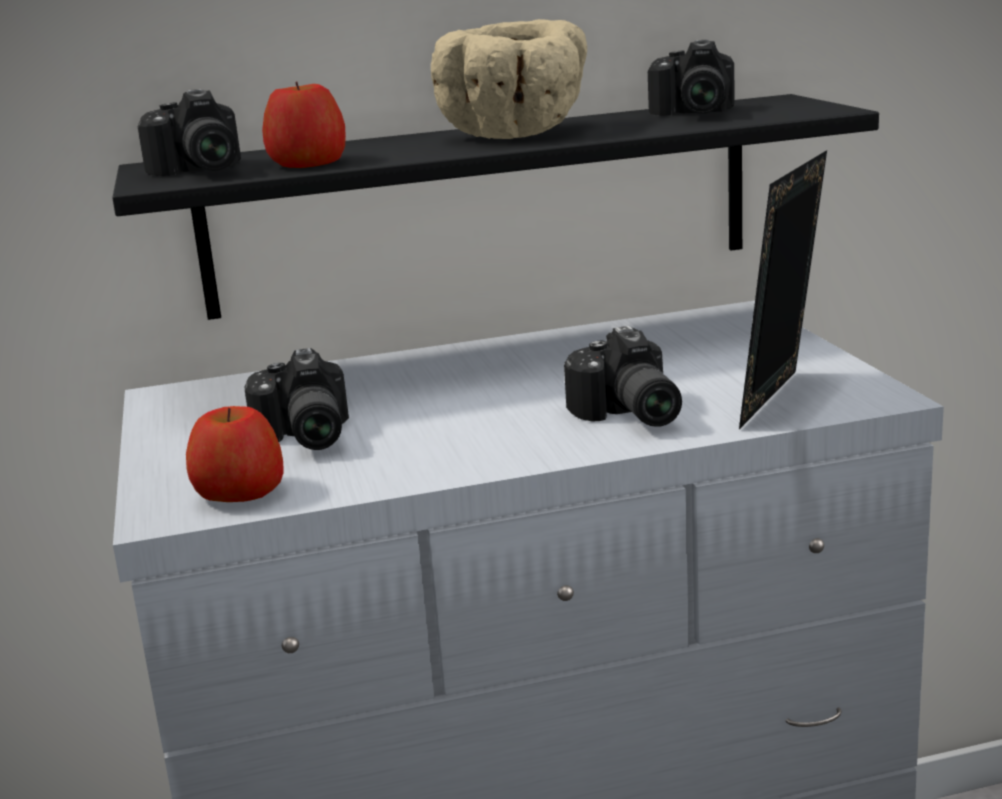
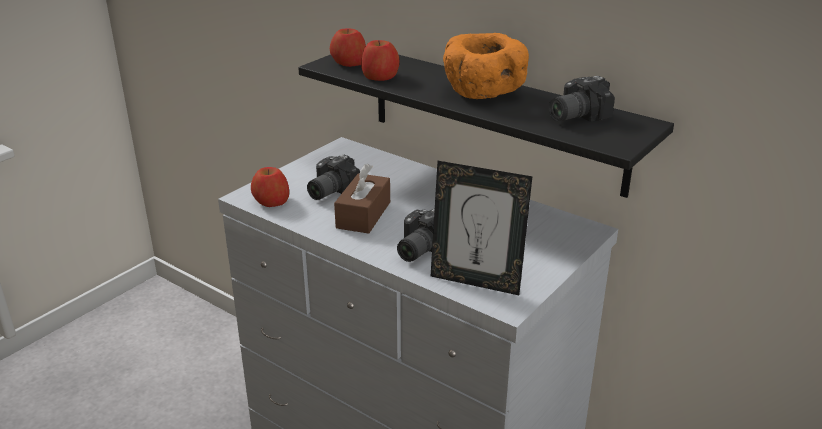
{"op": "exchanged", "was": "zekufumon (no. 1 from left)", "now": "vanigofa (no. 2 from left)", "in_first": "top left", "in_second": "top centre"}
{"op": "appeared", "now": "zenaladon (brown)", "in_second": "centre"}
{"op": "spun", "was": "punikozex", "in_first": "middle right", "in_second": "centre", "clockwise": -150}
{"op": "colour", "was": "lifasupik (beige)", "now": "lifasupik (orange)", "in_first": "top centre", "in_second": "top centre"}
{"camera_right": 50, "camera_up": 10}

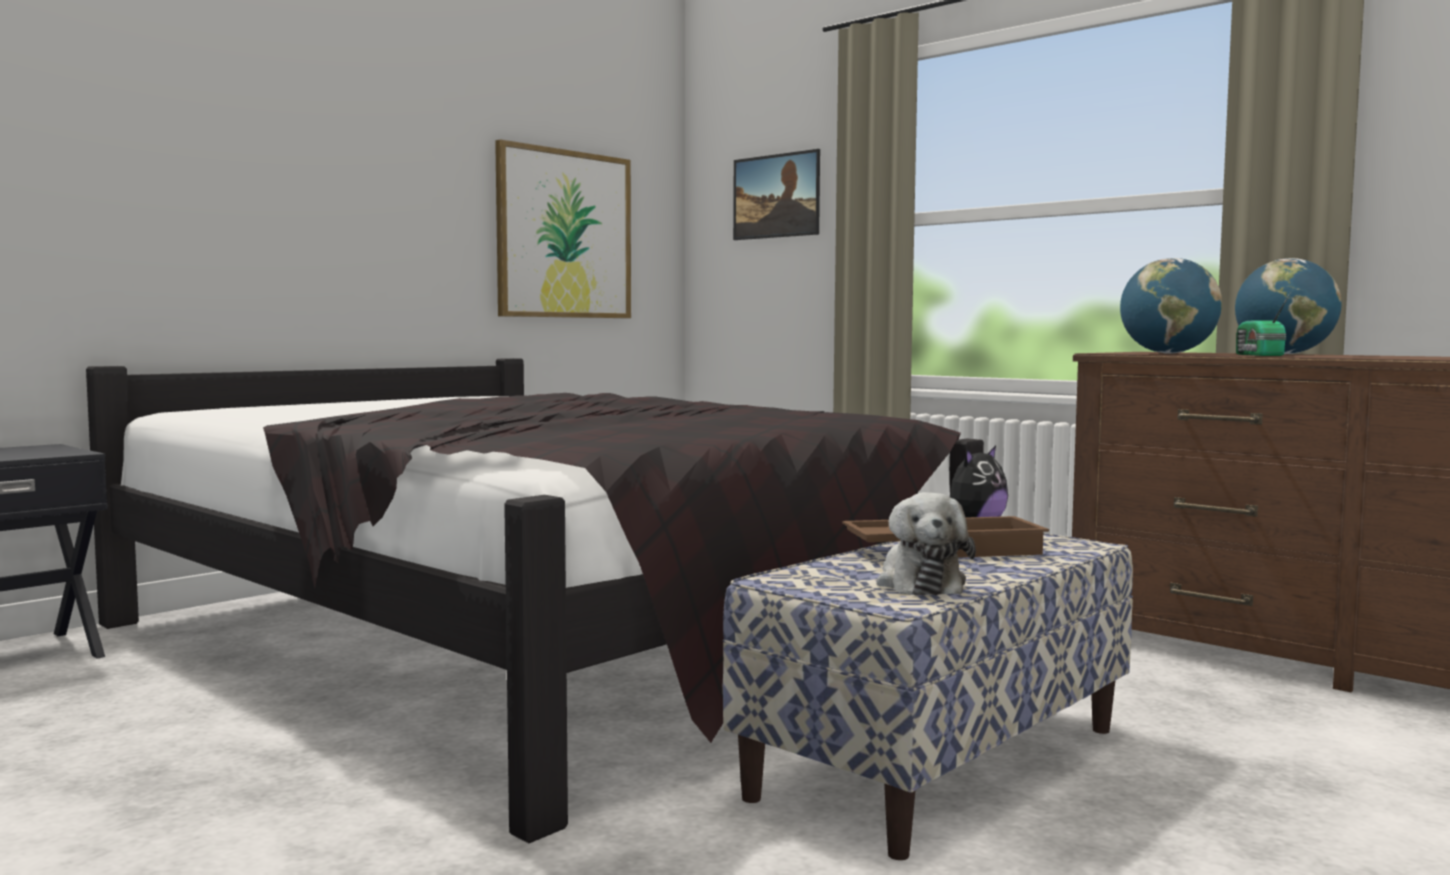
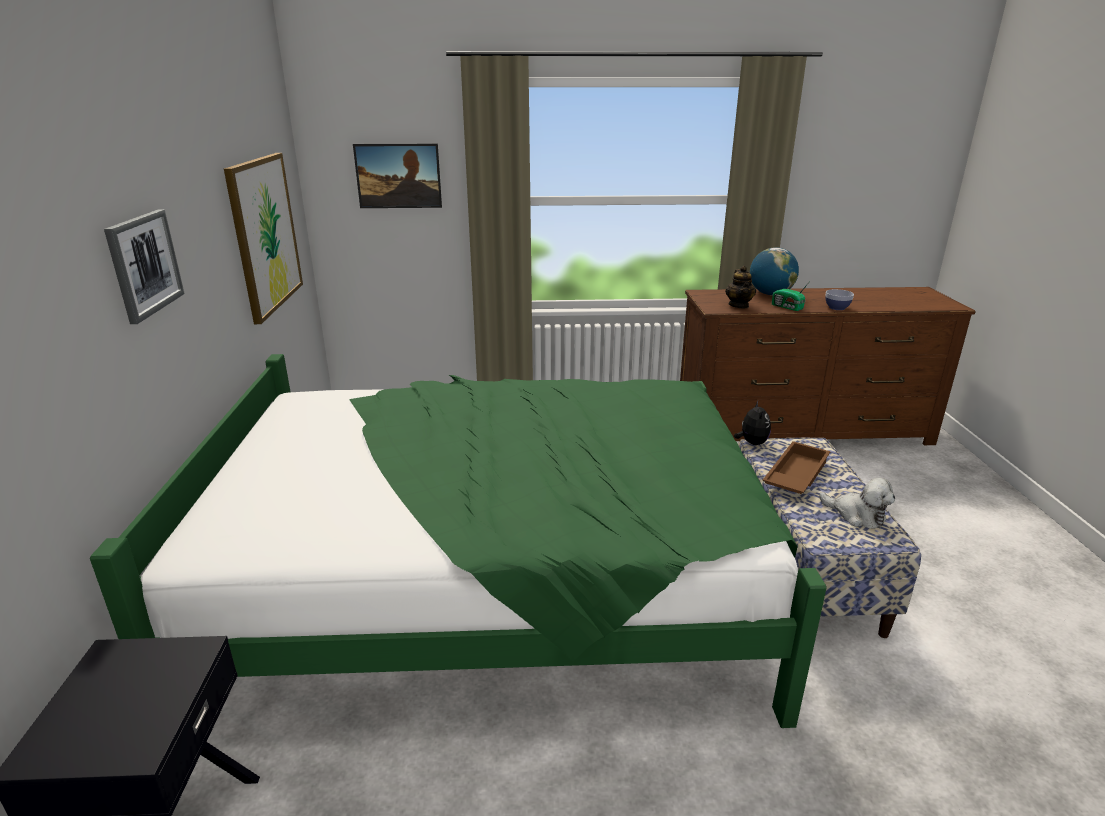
{"op": "colour", "was": "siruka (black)", "now": "siruka (green)", "in_first": "bottom centre", "in_second": "centre"}
{"op": "appeared", "now": "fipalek (no. 1 from left)", "in_second": "top left"}
{"op": "exchanged", "was": "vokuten (no. 1 from left)", "now": "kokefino", "in_first": "middle right", "in_second": "middle right"}
{"op": "appeared", "now": "lifasupik", "in_second": "middle right"}
{"camera_right": -45, "camera_up": 20}

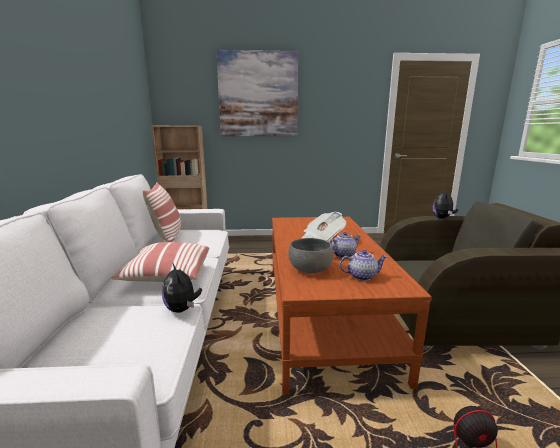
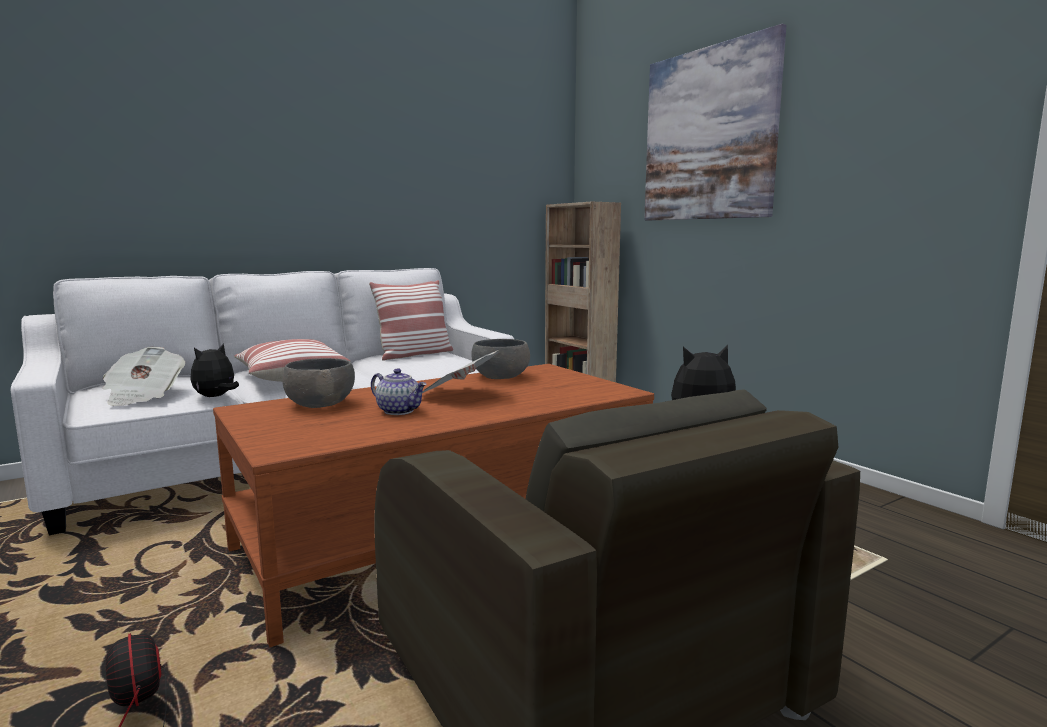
{"op": "appeared", "now": "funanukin (no. 1 from left)", "in_second": "middle left"}
{"op": "appeared", "now": "lifasupik (grey) (no. 2 from left)", "in_second": "centre"}
{"op": "missing", "was": "kokefino (no. 2 from left)", "in_first": "centre"}
{"camera_right": 60, "camera_up": -5}

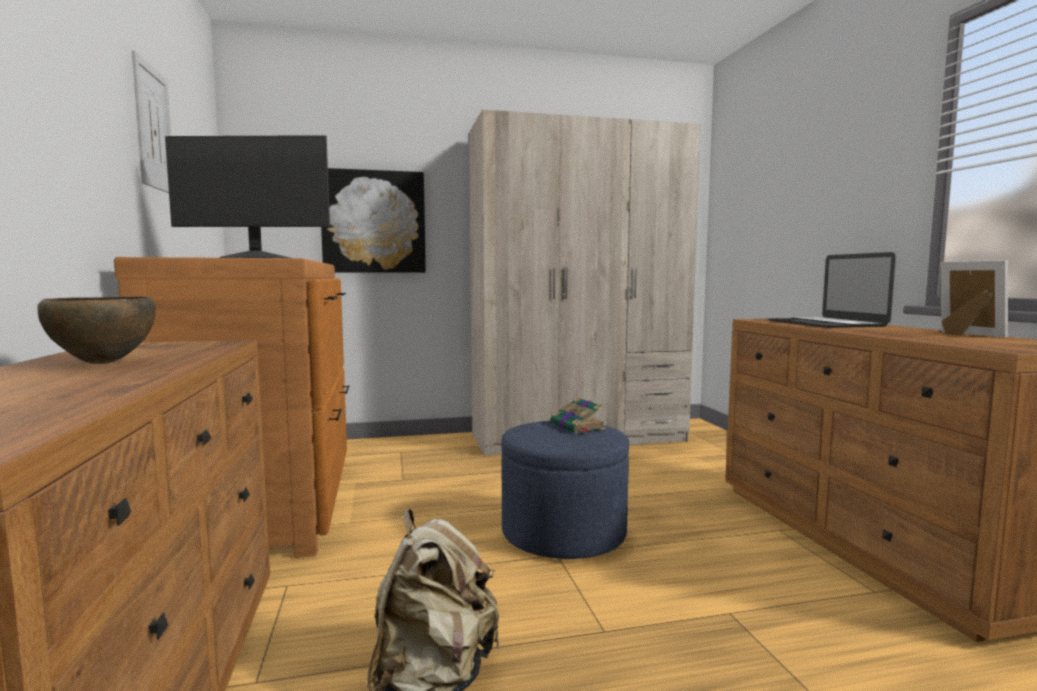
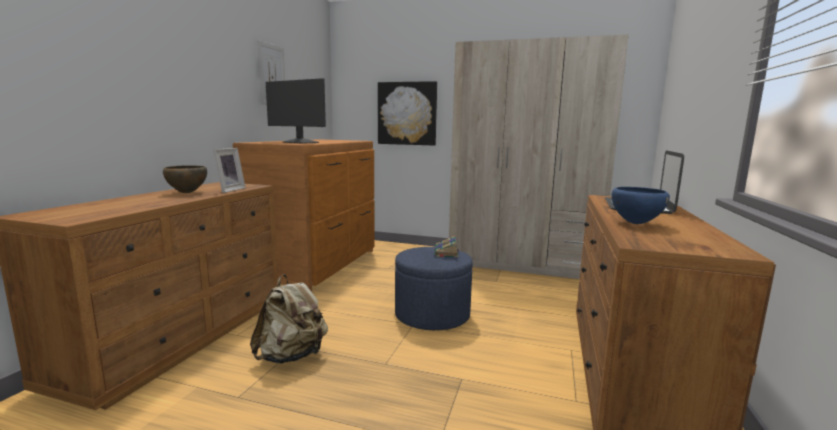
{"op": "relocated", "was": "punikozex", "in_first": "middle right", "in_second": "middle left"}
{"op": "appeared", "now": "lifasupik (blue)", "in_second": "middle right"}
{"camera_right": 30, "camera_up": 5}

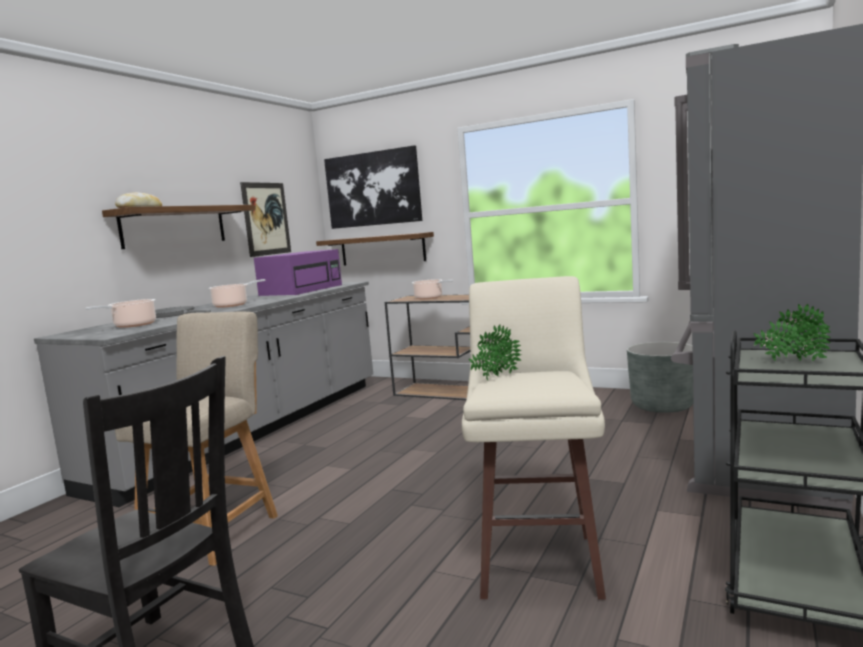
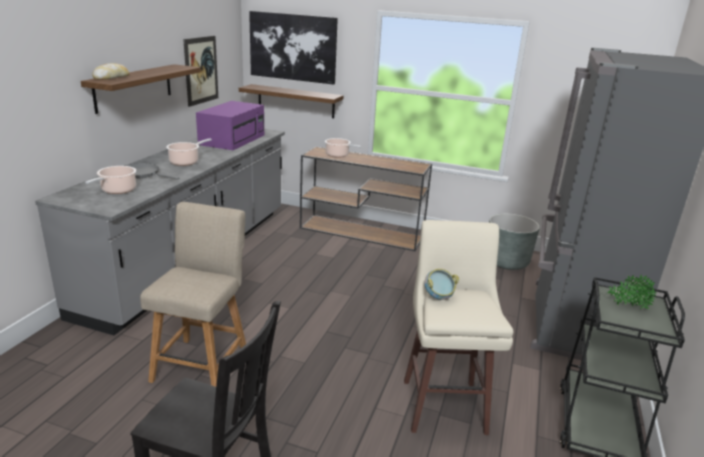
{"op": "exchanged", "was": "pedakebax (no. 1 from left)", "now": "lifasupik", "in_first": "centre", "in_second": "centre"}
{"camera_right": -10, "camera_up": 15}

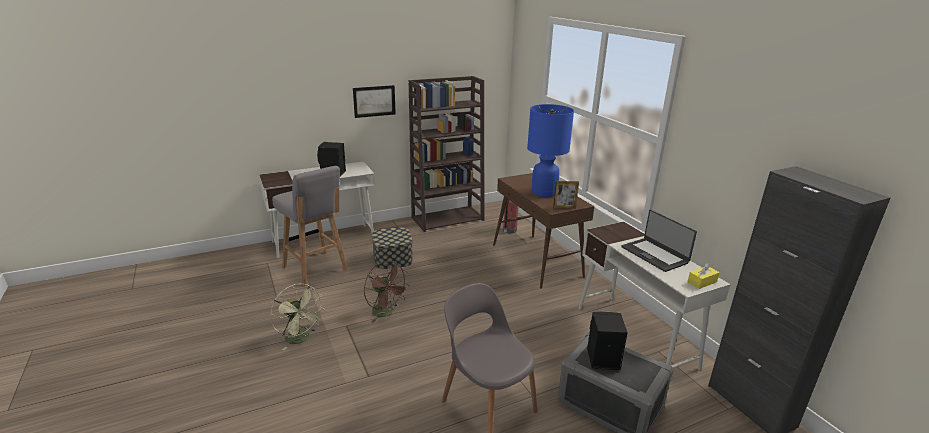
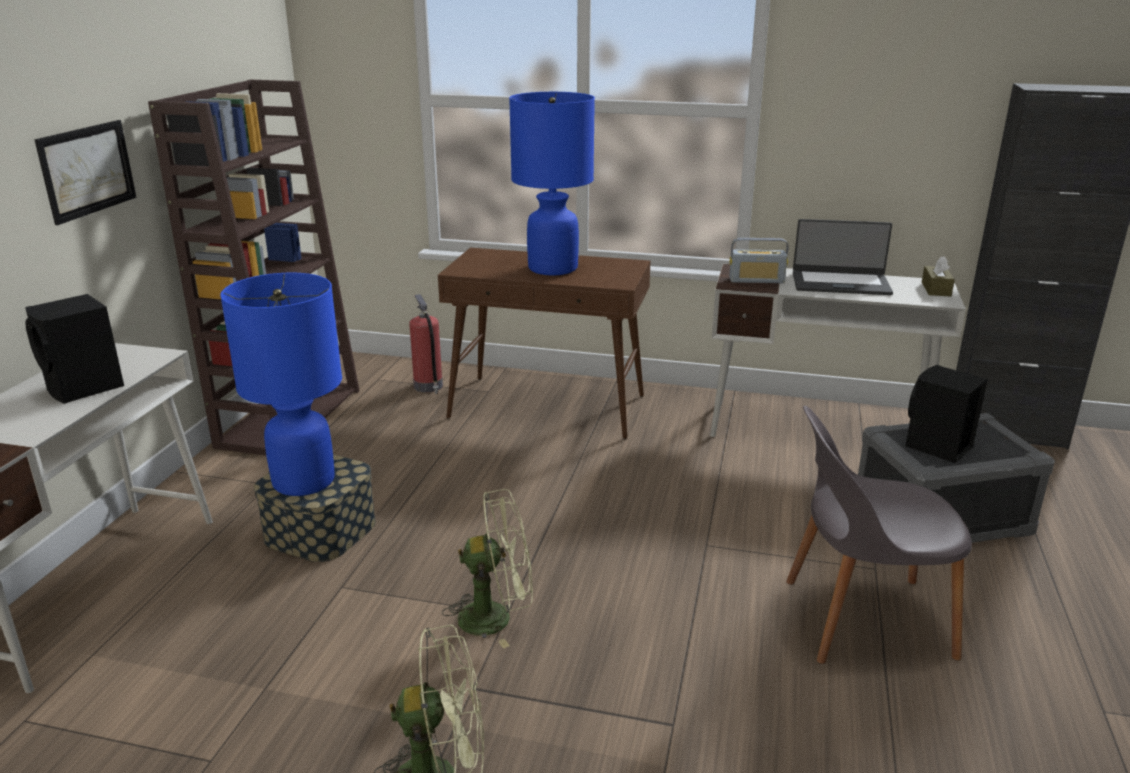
{"op": "appeared", "now": "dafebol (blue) (no. 1 from left)", "in_second": "middle left"}
{"op": "colour", "was": "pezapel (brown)", "now": "pezapel (green) (no. 2 from left)", "in_first": "bottom centre", "in_second": "bottom centre"}
{"op": "appeared", "now": "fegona", "in_second": "middle right"}
{"op": "colour", "was": "zenaladon (yellow)", "now": "zenaladon (brown)", "in_first": "middle right", "in_second": "middle right"}
{"op": "missing", "was": "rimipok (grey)", "in_first": "centre"}
{"op": "missing", "was": "punikozex", "in_first": "centre"}
{"camera_right": -50, "camera_up": 0}

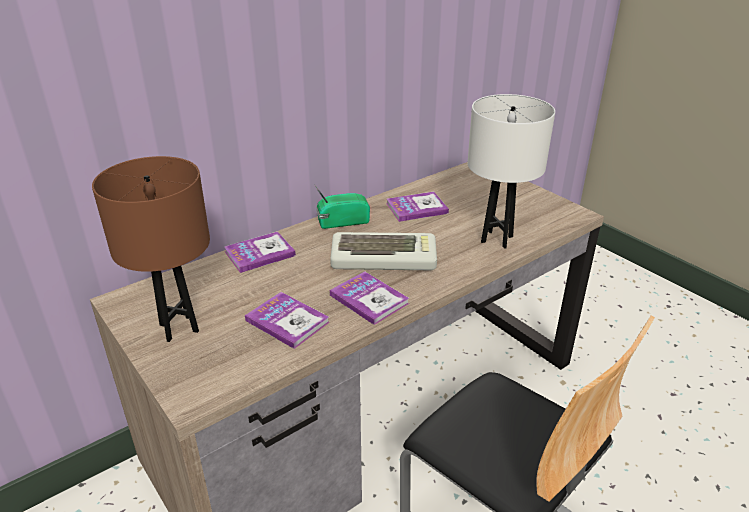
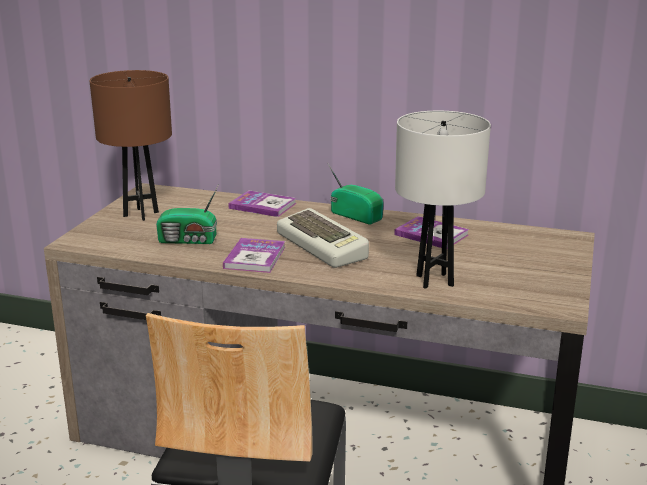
{"op": "exchanged", "was": "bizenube (no. 2 from left)", "now": "fegona (no. 1 from left)", "in_first": "centre", "in_second": "middle left"}
{"camera_right": 55, "camera_up": -10}

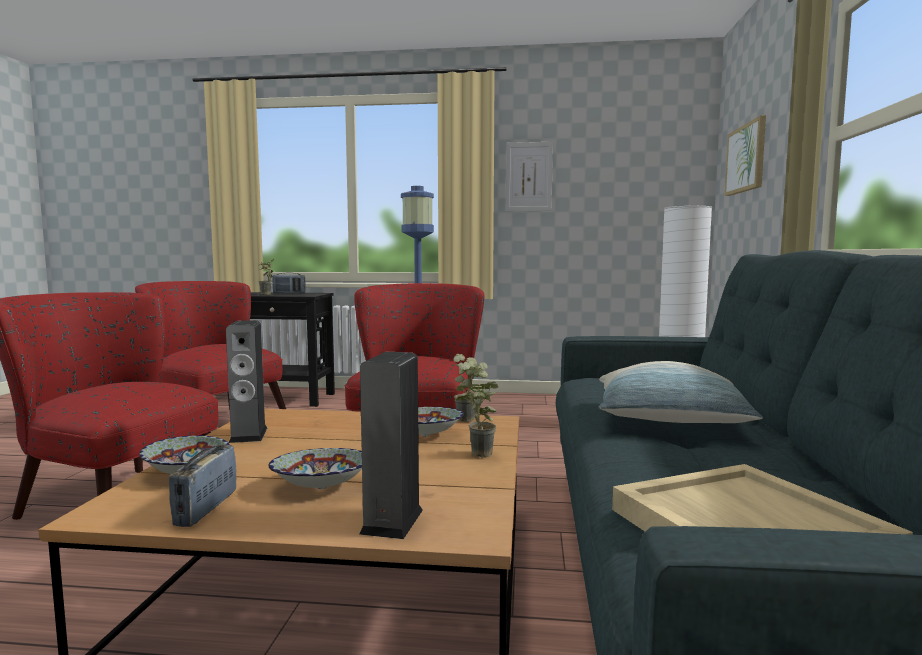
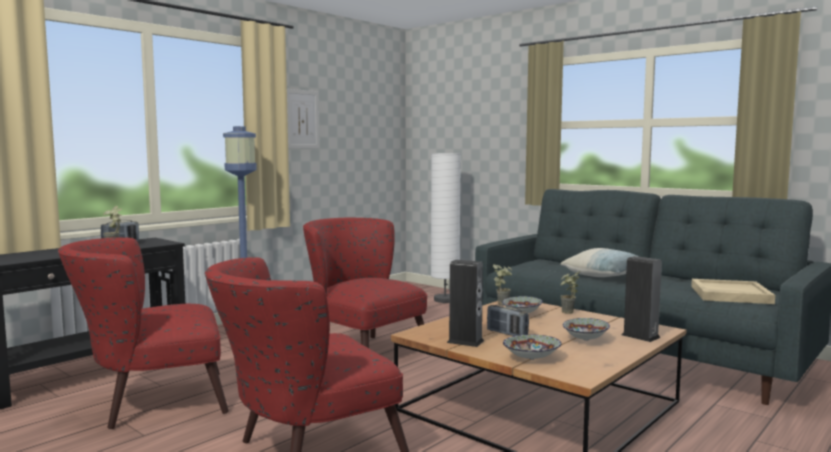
{"op": "relocated", "was": "fegona (no. 1 from left in the first image)", "now": "fegona (no. 2 from left)", "in_first": "bottom left", "in_second": "bottom centre"}
{"op": "missing", "was": "fipalek (no. 2 from left)", "in_first": "top right"}
{"camera_right": -55, "camera_up": 0}

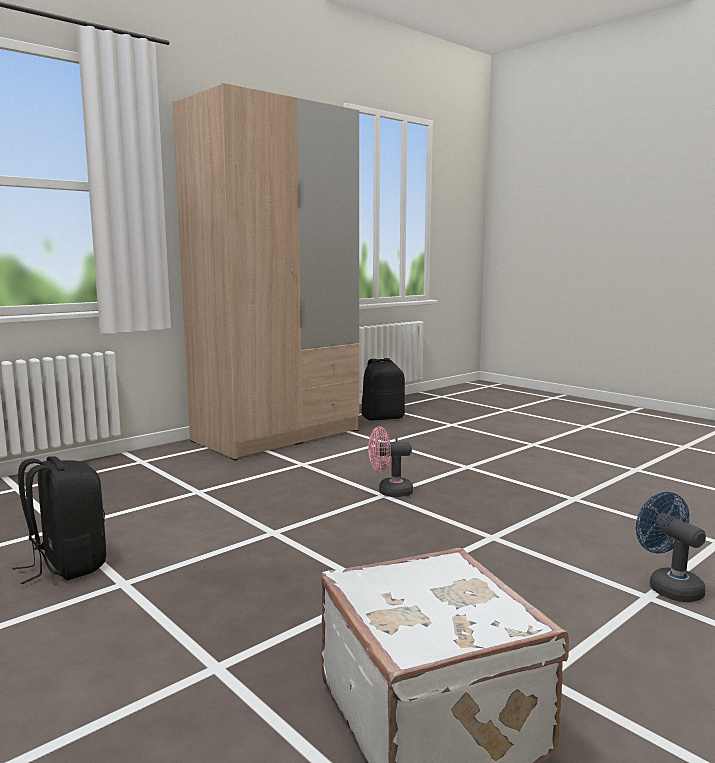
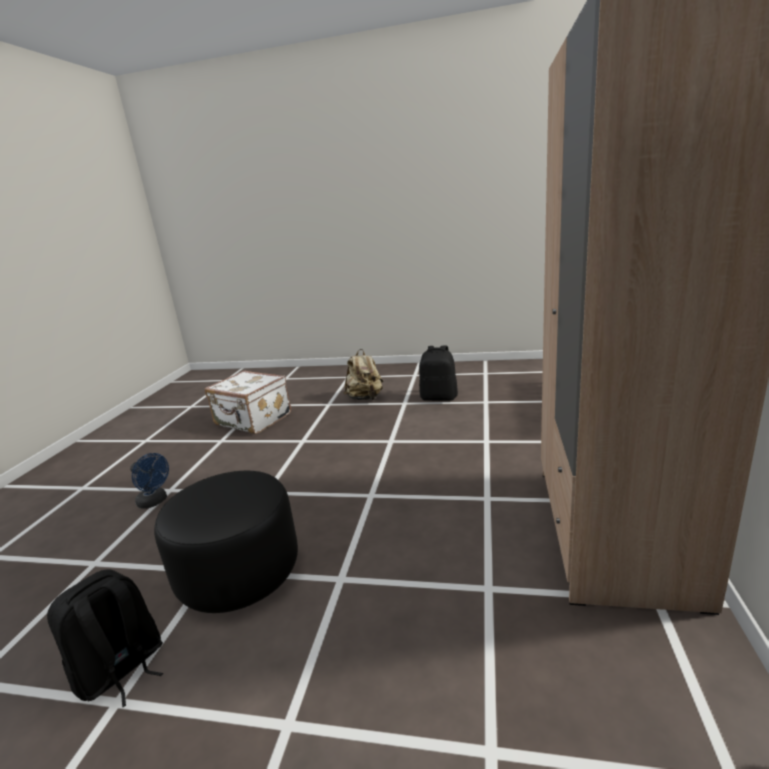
{"op": "relocated", "was": "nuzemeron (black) (no. 2 from left in the first image)", "now": "nuzemeron (black) (no. 1 from left)", "in_first": "centre", "in_second": "bottom left"}
{"op": "appeared", "now": "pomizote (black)", "in_second": "bottom left"}
{"op": "appeared", "now": "nuzemeron (beige)", "in_second": "centre"}
{"op": "missing", "was": "pezapel (pink)", "in_first": "centre"}
{"camera_right": 145, "camera_up": 10}

